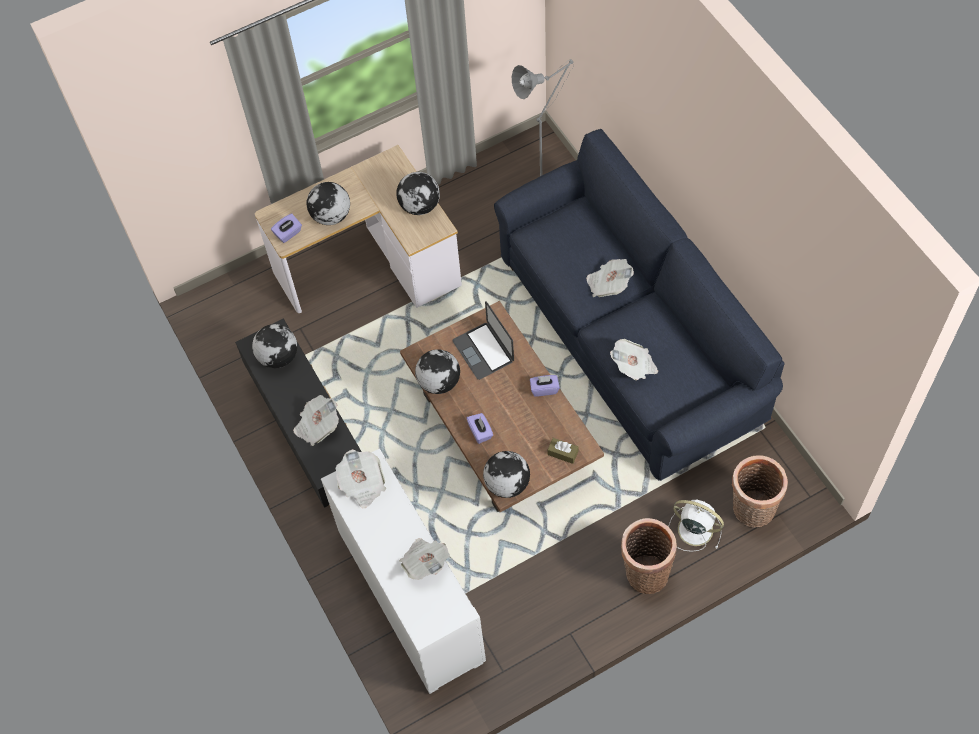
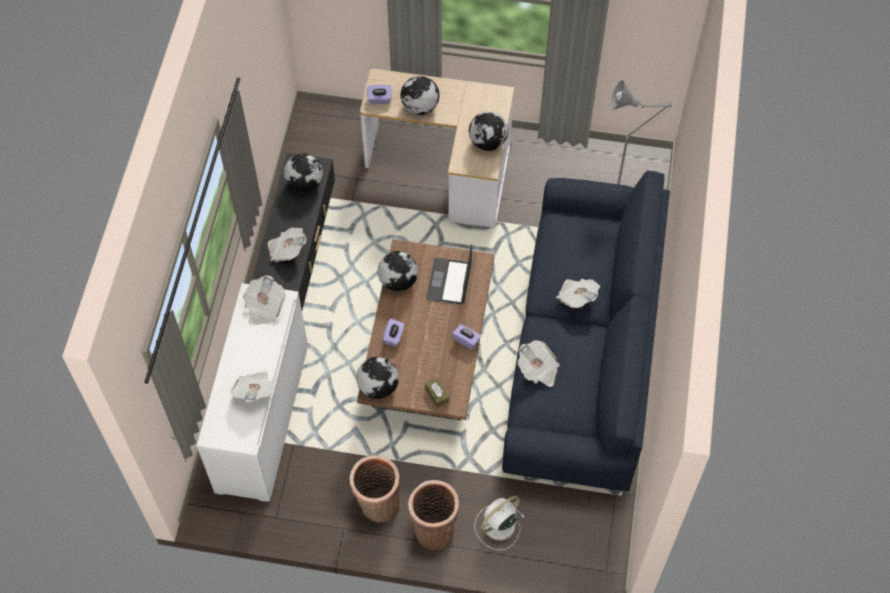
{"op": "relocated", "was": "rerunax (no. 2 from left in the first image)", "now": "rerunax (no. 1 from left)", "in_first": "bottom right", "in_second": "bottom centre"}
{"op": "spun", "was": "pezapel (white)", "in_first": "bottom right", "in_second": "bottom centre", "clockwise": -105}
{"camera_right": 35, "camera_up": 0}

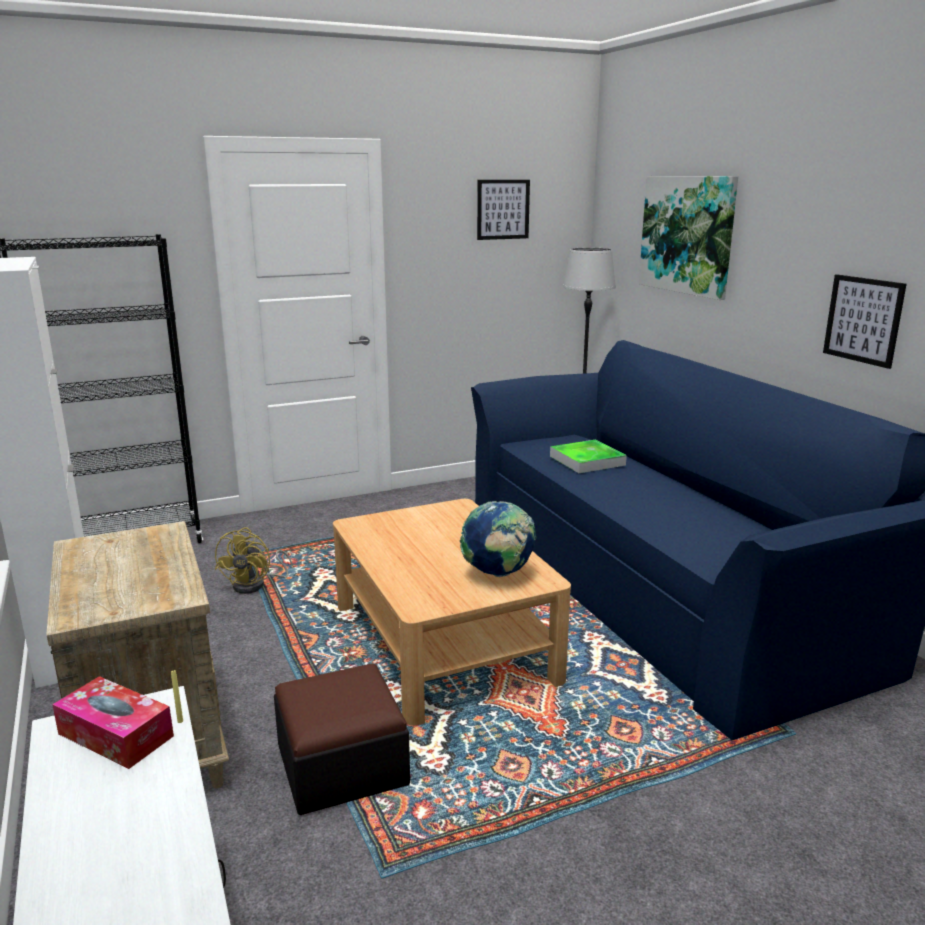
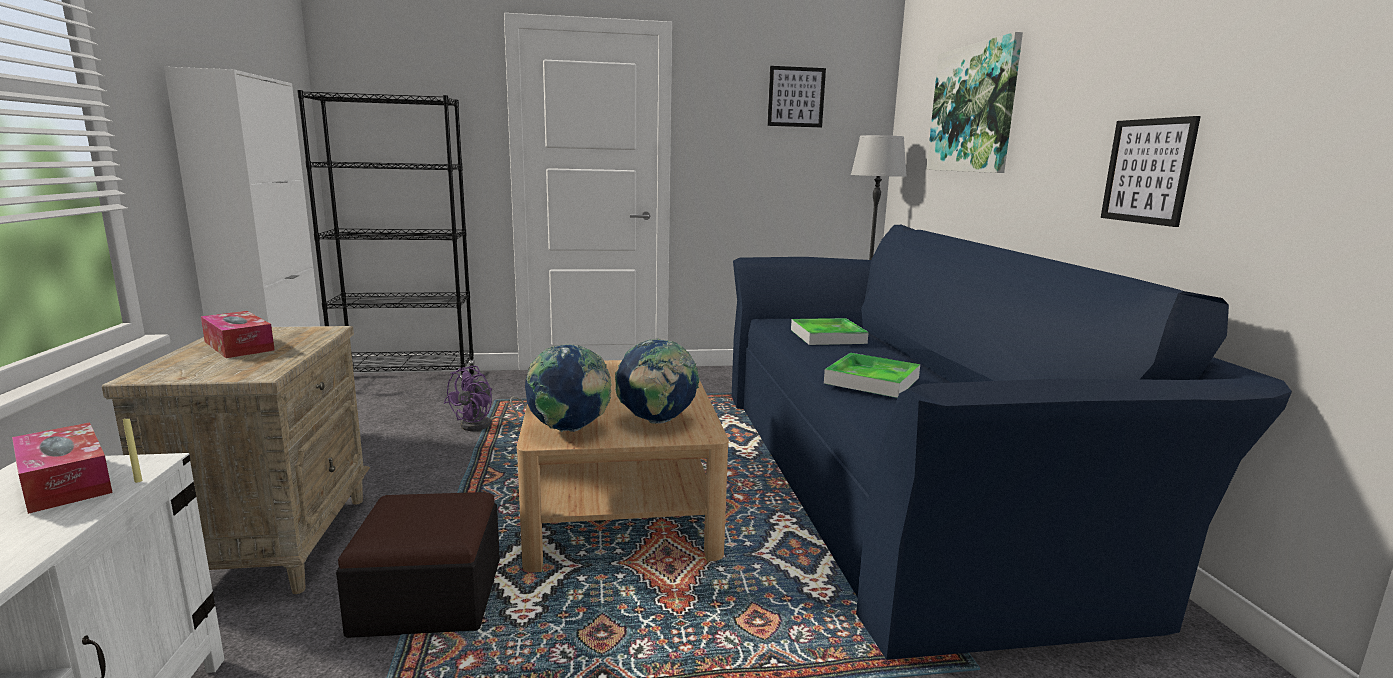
{"op": "appeared", "now": "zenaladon (no. 2 from left)", "in_second": "middle left"}
{"op": "colour", "was": "pezapel (yellow)", "now": "pezapel (purple)", "in_first": "middle left", "in_second": "centre"}
{"op": "appeared", "now": "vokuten (no. 1 from left)", "in_second": "centre"}
{"op": "appeared", "now": "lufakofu (no. 2 from left)", "in_second": "centre"}
{"camera_right": 15, "camera_up": -5}

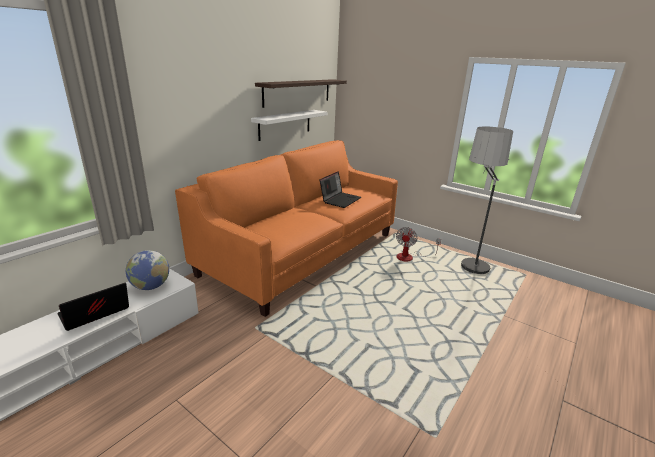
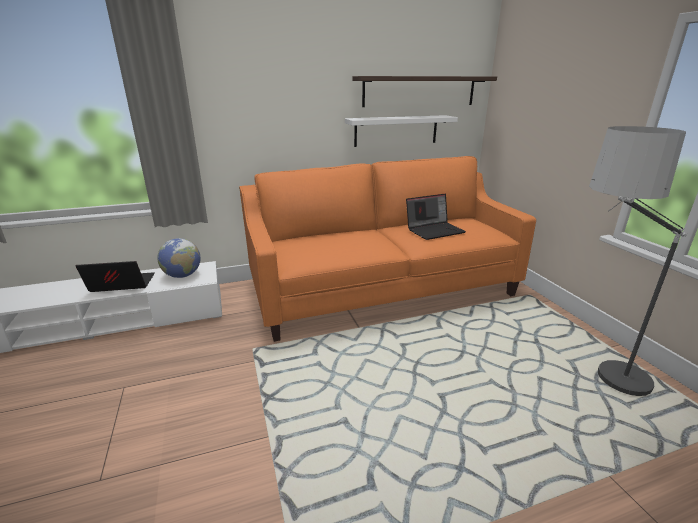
{"op": "missing", "was": "pezapel", "in_first": "centre"}
{"camera_right": 35, "camera_up": 0}

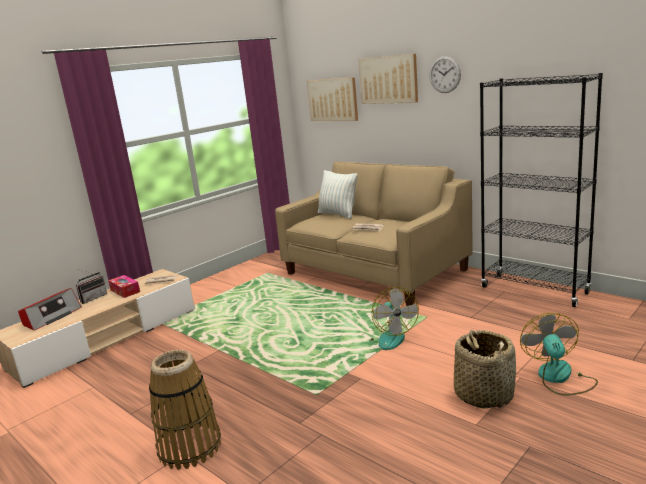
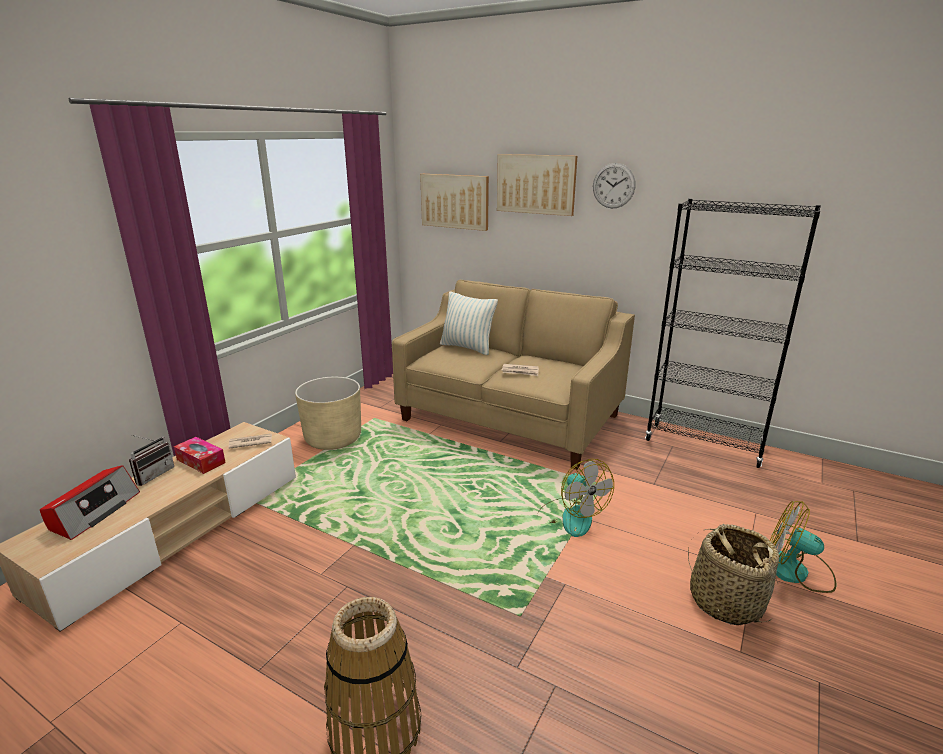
{"op": "appeared", "now": "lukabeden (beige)", "in_second": "centre"}
{"op": "spun", "was": "pezapel (no. 2 from left)", "in_first": "bottom right", "in_second": "bottom right", "clockwise": -45}
{"camera_right": -15, "camera_up": 5}

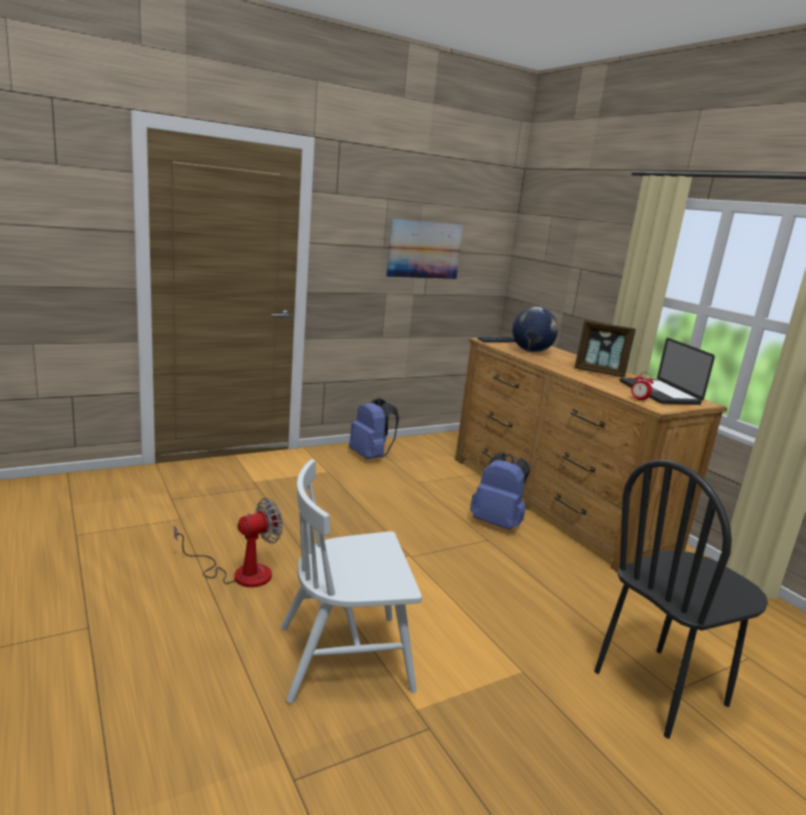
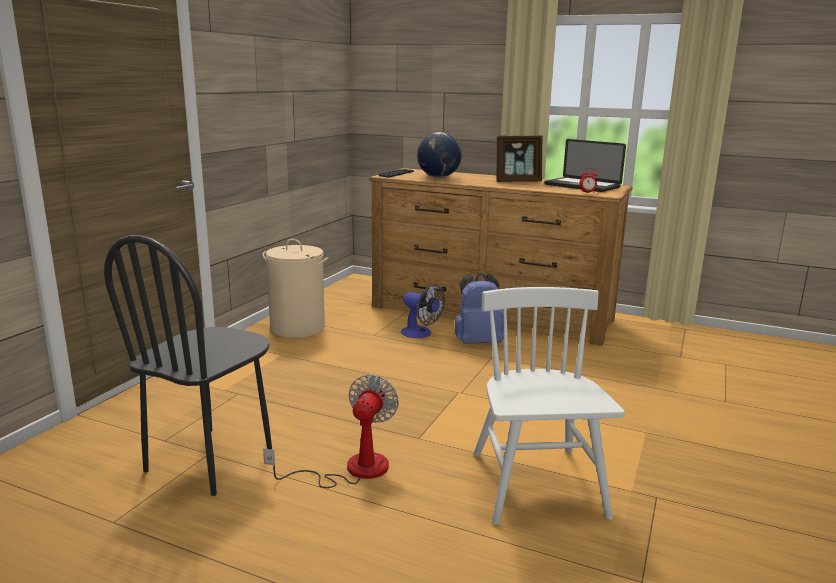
{"op": "relocated", "was": "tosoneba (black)", "in_first": "bottom right", "in_second": "middle left"}
{"op": "exchanged", "was": "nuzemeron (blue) (no. 1 from left)", "now": "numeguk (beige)", "in_first": "centre", "in_second": "centre"}
{"op": "appeared", "now": "pezapel (no. 2 from left)", "in_second": "centre"}
{"op": "spun", "was": "tosoneba (white)", "in_first": "bottom centre", "in_second": "bottom centre", "clockwise": 135}
{"op": "missing", "was": "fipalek", "in_first": "top centre"}
{"camera_right": -35, "camera_up": 0}

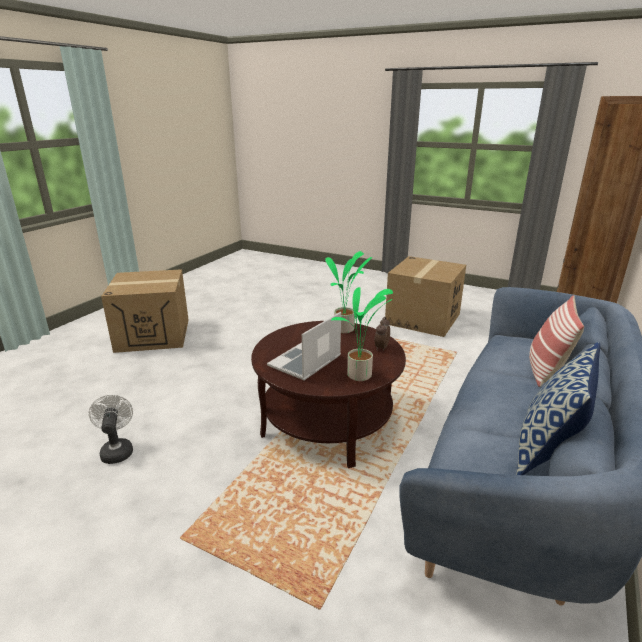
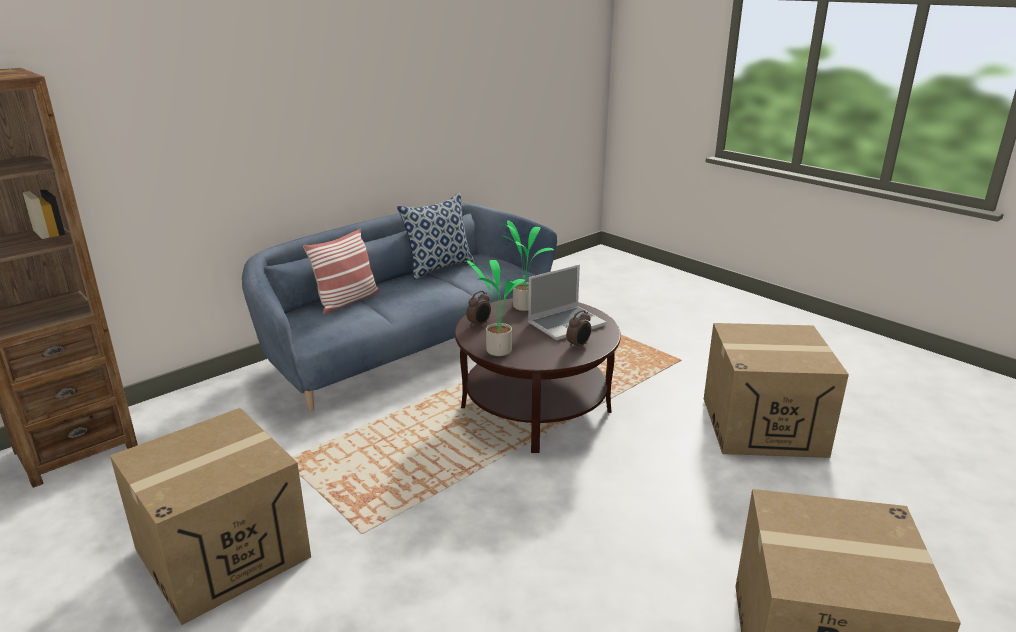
{"op": "appeared", "now": "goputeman (no. 2 from left)", "in_second": "centre"}
{"op": "exchanged", "was": "pezapel (white)", "now": "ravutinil (no. 2 from left)", "in_first": "bottom left", "in_second": "middle right"}
{"camera_right": -160, "camera_up": 0}

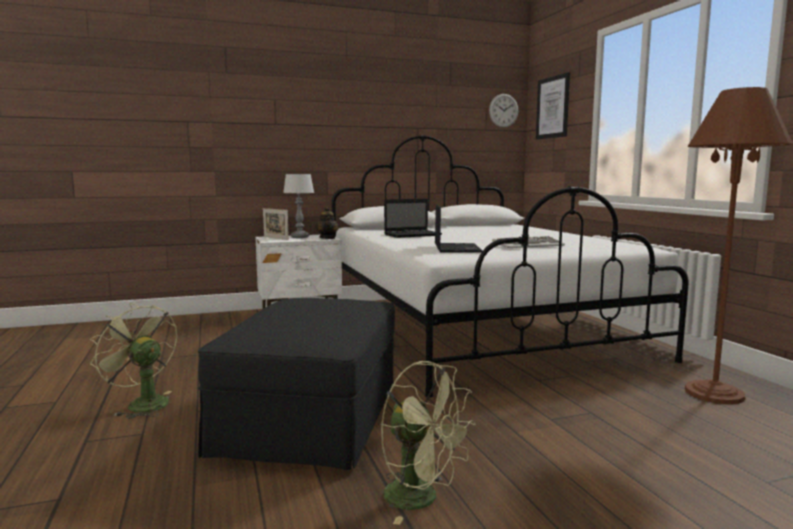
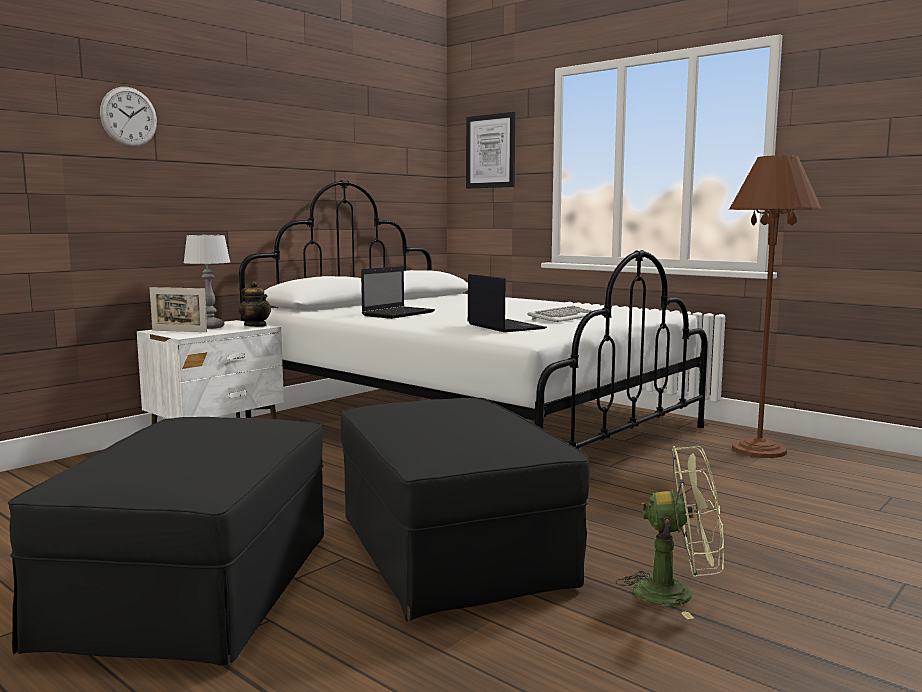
{"op": "exchanged", "was": "pezapel (green) (no. 1 from left)", "now": "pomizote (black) (no. 1 from left)", "in_first": "bottom left", "in_second": "bottom left"}
{"op": "relocated", "was": "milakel", "in_first": "top centre", "in_second": "top left"}
{"camera_right": -30, "camera_up": 0}

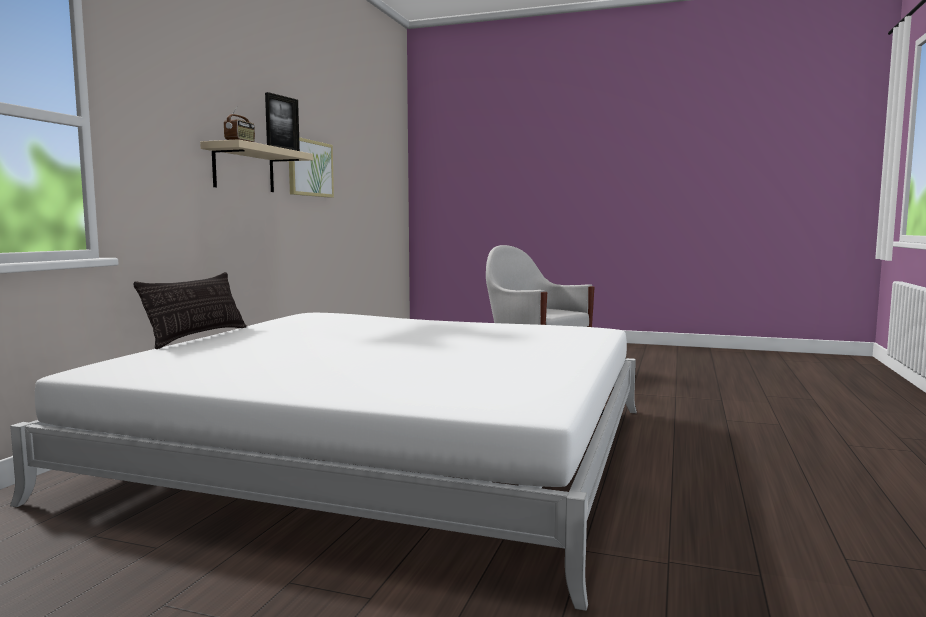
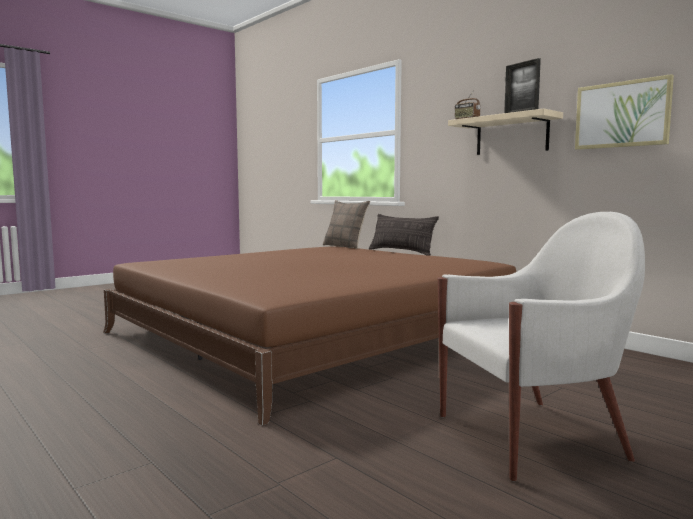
{"op": "colour", "was": "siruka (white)", "now": "siruka (brown)", "in_first": "bottom centre", "in_second": "centre"}
{"op": "appeared", "now": "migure (no. 1 from left)", "in_second": "centre"}
{"camera_right": 120, "camera_up": 0}

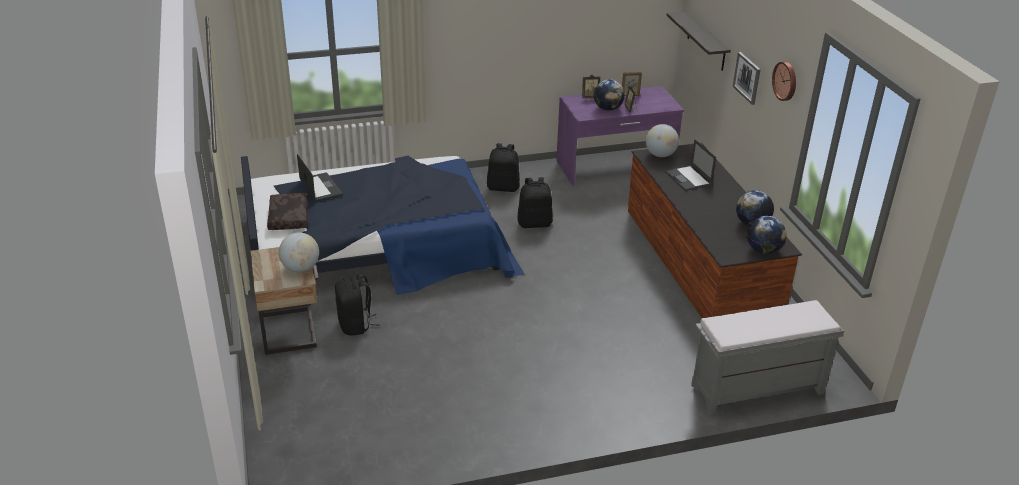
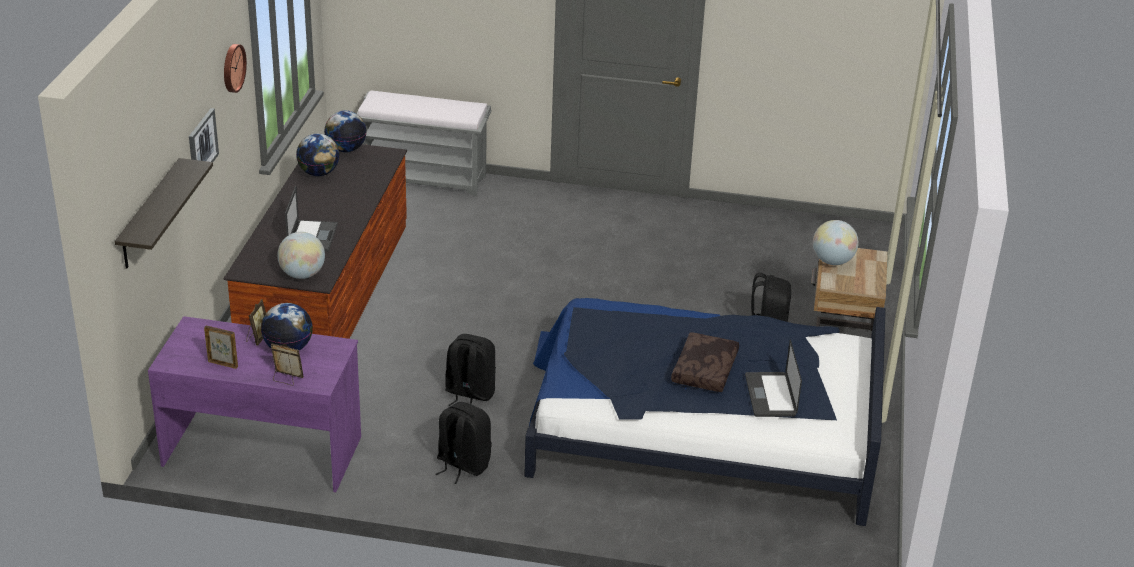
{"op": "relocated", "was": "migure (brown)", "in_first": "middle left", "in_second": "centre"}
{"camera_right": -155, "camera_up": 0}

